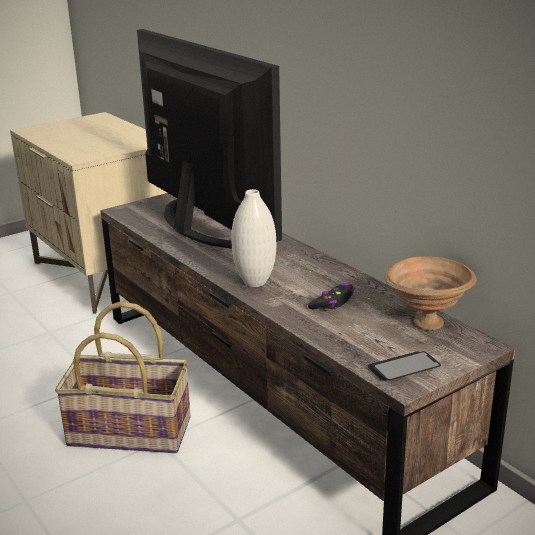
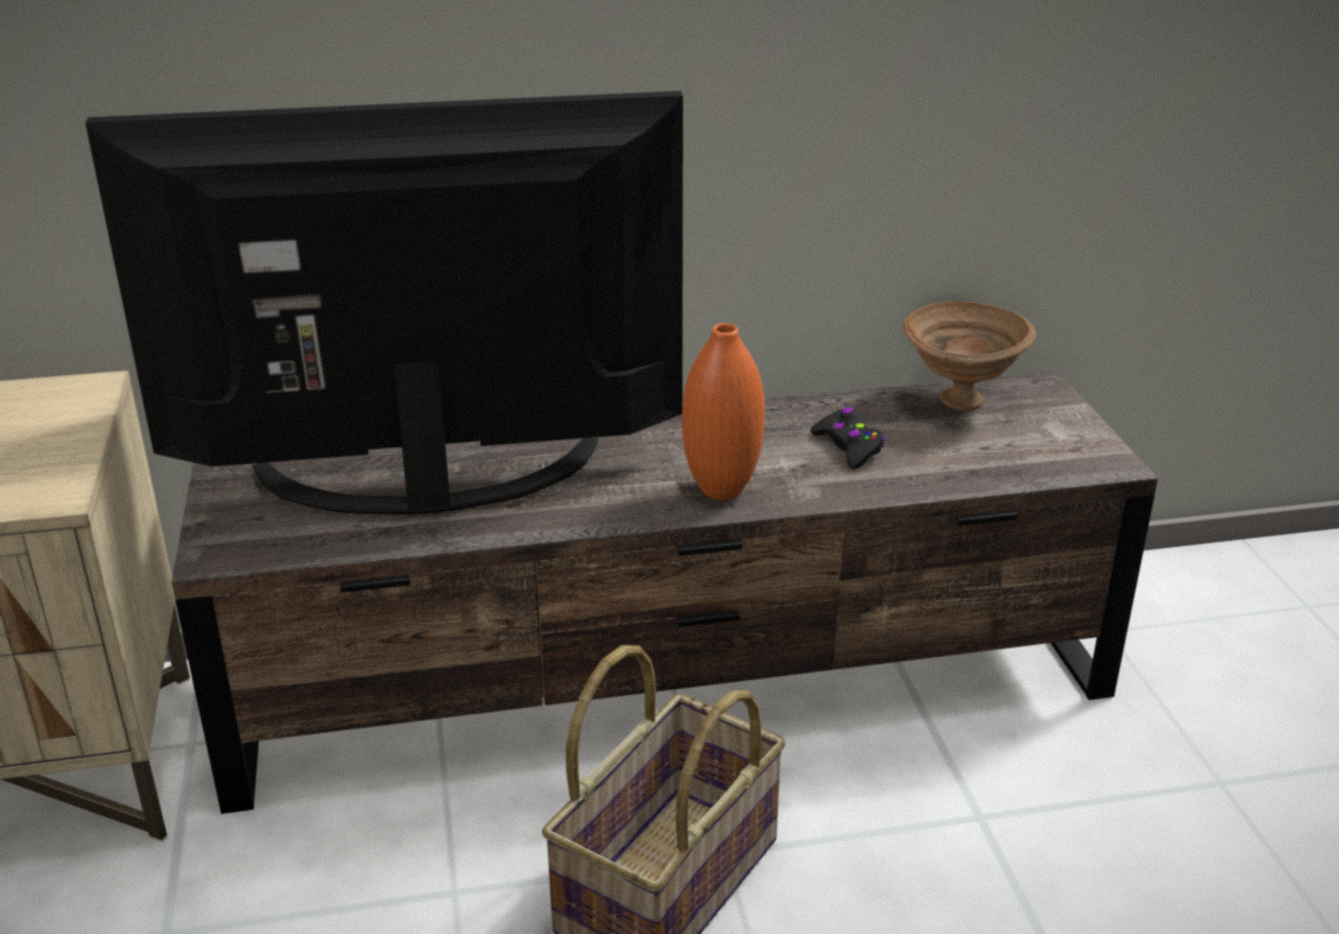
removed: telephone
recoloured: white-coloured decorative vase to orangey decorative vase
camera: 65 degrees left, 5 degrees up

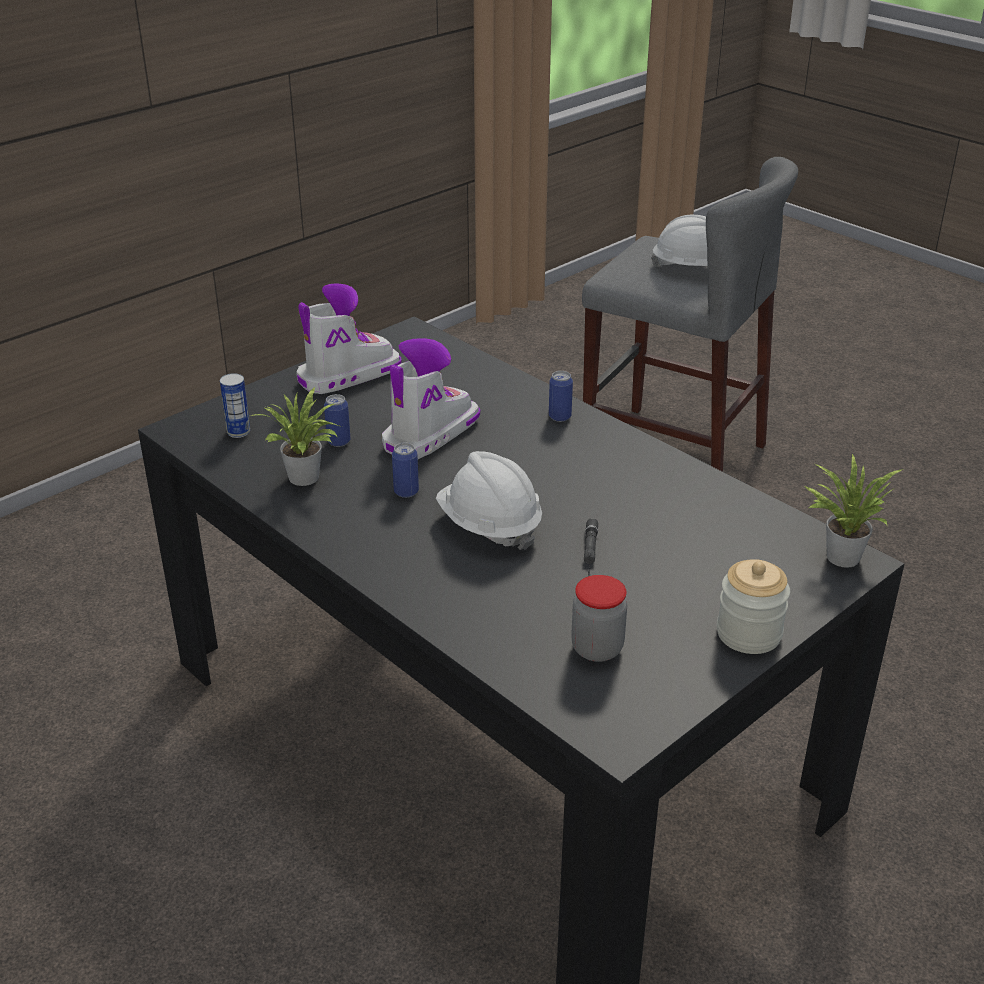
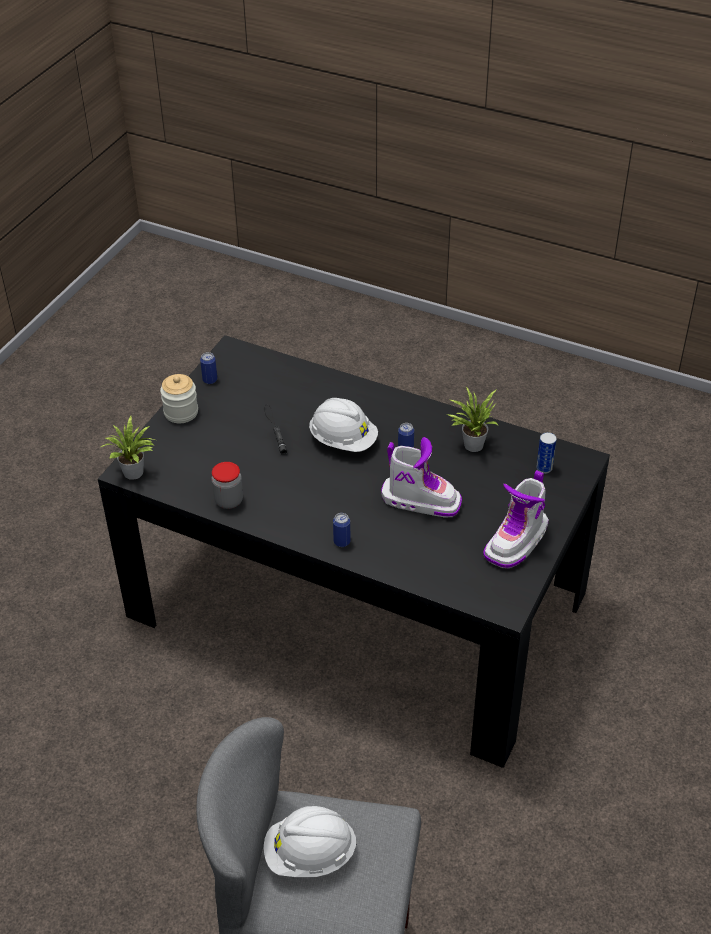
moved: sealed can (2nd from left in the first image) to sealed can (1st from left); jar (1st from left in the first image) to jar (2nd from left)
turned: high-top boot (2nd from left in the first image) 90 degrees counterclockwise
camera: 160 degrees right, 10 degrees up

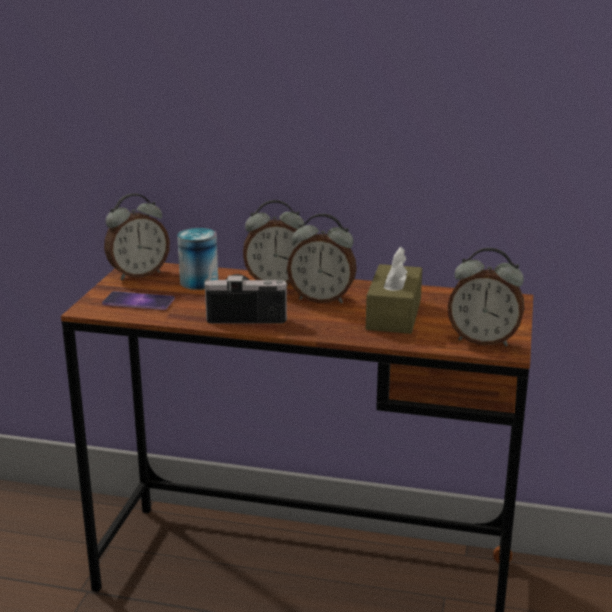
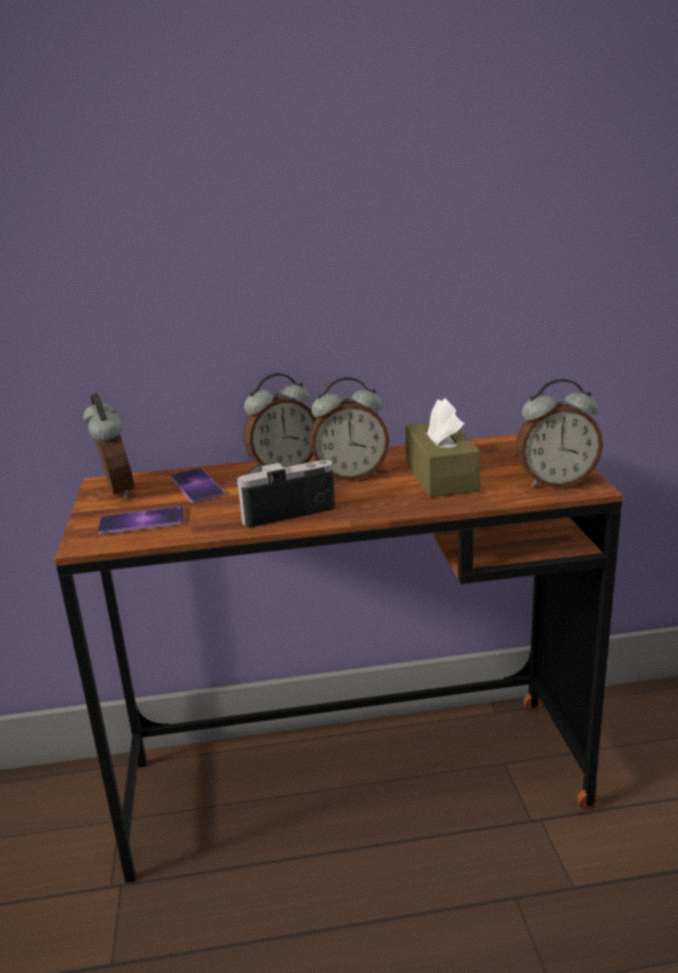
replaced: sealed can to telephone (2nd from left)
turned: table clock (1st from left) 60 degrees counterclockwise
camera: 20 degrees left, 0 degrees up

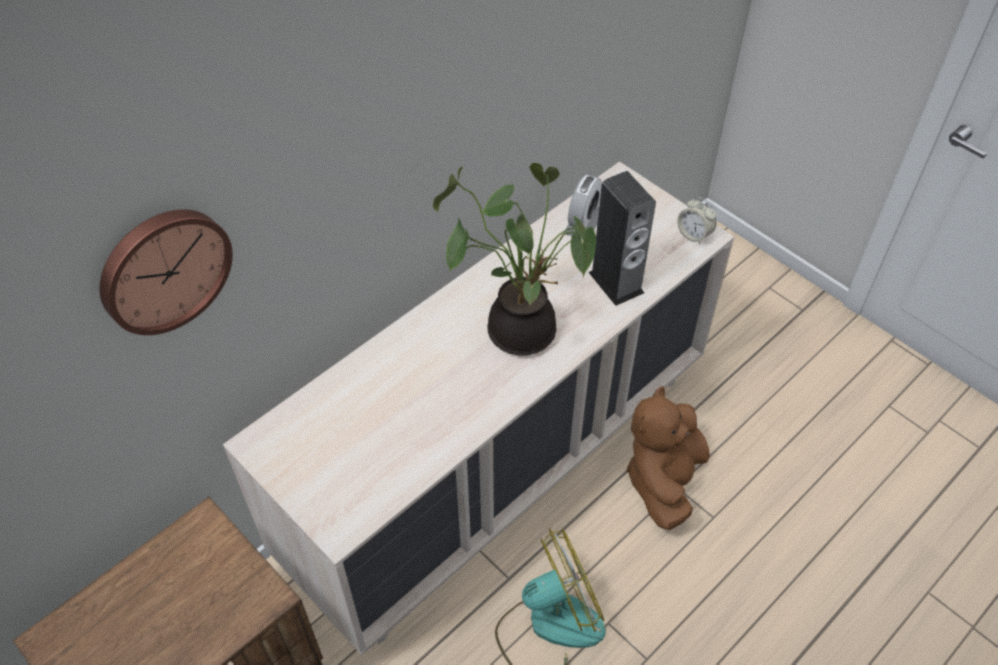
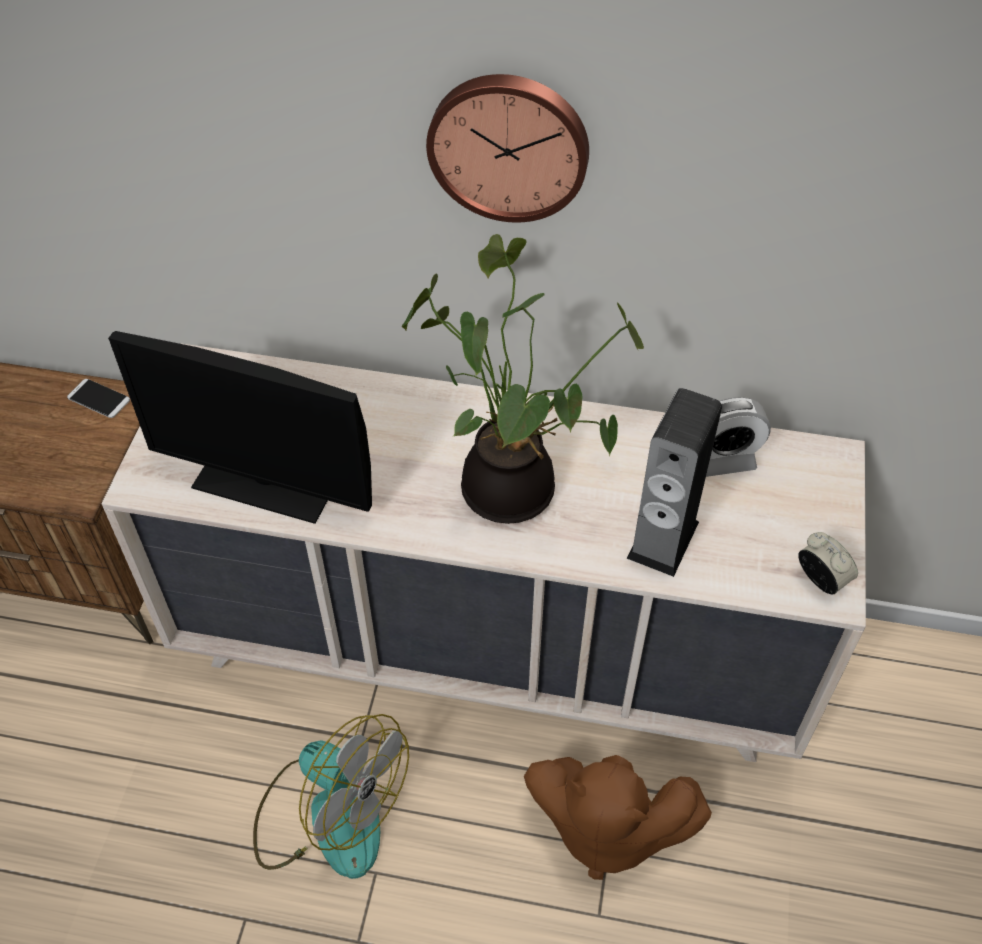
added: telephone; monitor
moved: wall clock
turned: brown plush toy 150 degrees counterclockwise; table clock (2nd from left) 135 degrees clockwise
camera: 55 degrees right, 0 degrees up

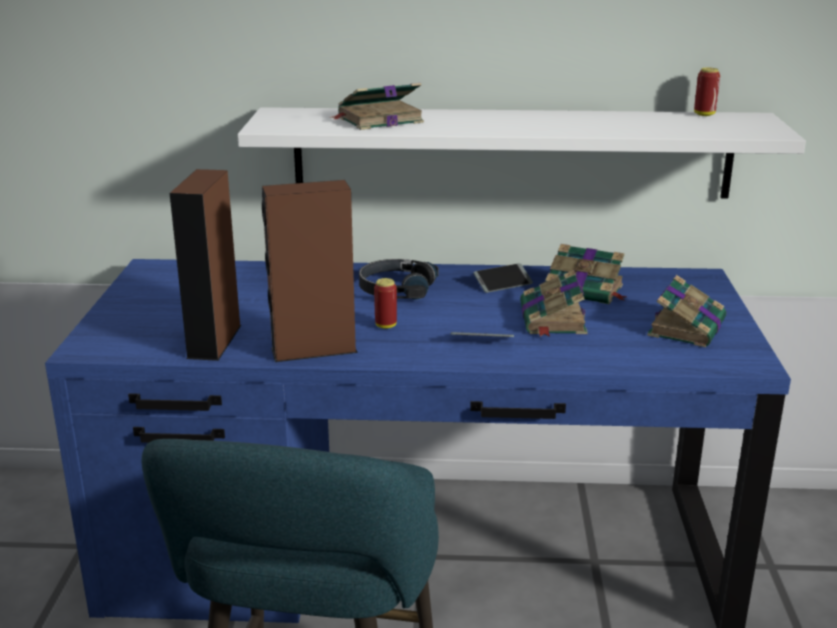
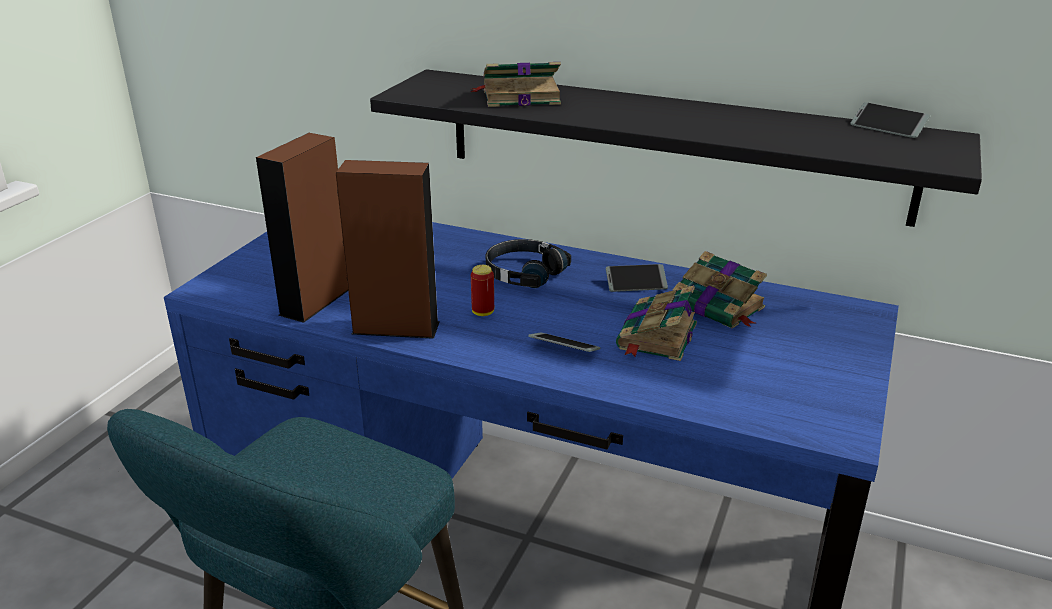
removed: volume (4th from left)
replaced: sealed can (2nd from left) to telephone (3rd from left)
recoloured: white-coloured bracket shelf to black-coloured bracket shelf
camera: 20 degrees right, 5 degrees up

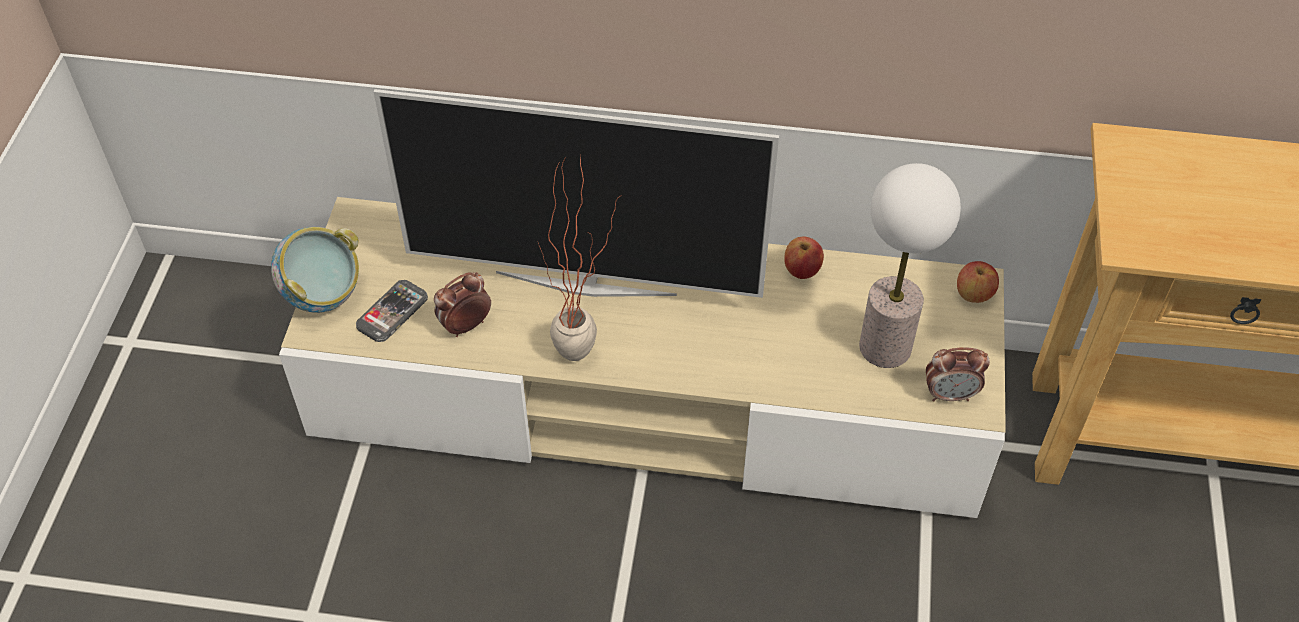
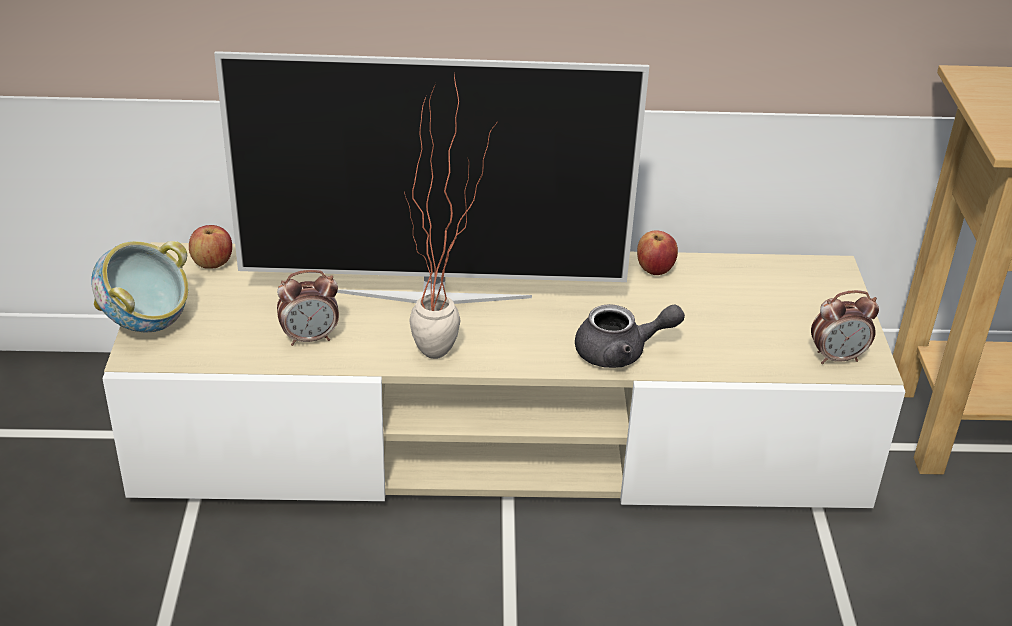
removed: telephone; table lamp
added: gray pot for tea
moved: whole apple (2nd from left in the first image) to whole apple (1st from left)
turned: table clock (1st from left) 150 degrees counterclockwise
camera: 10 degrees left, 15 degrees down

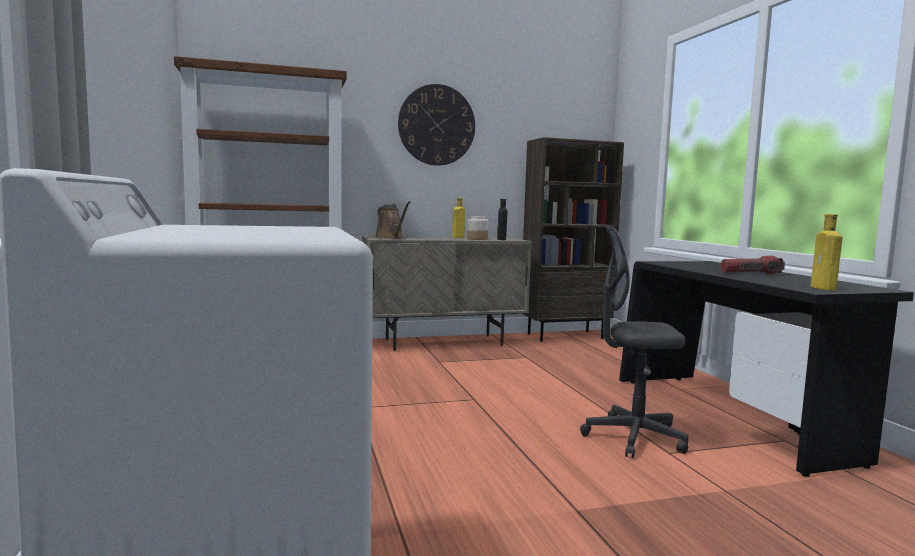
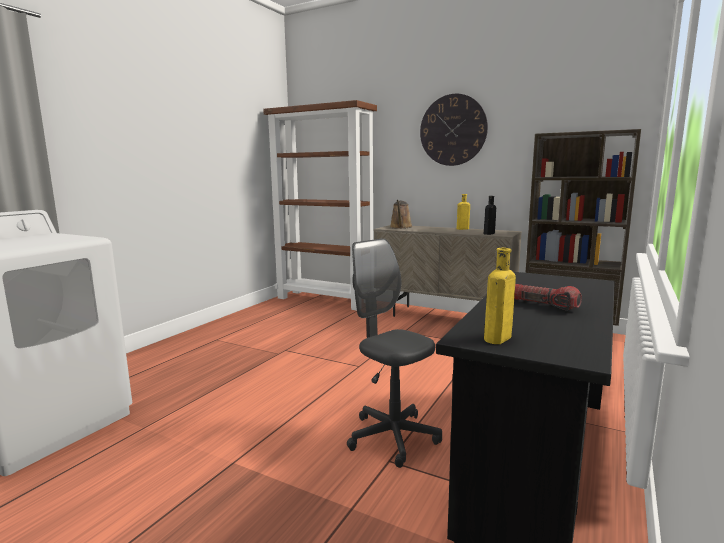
removed: jar
camera: 45 degrees right, 5 degrees up

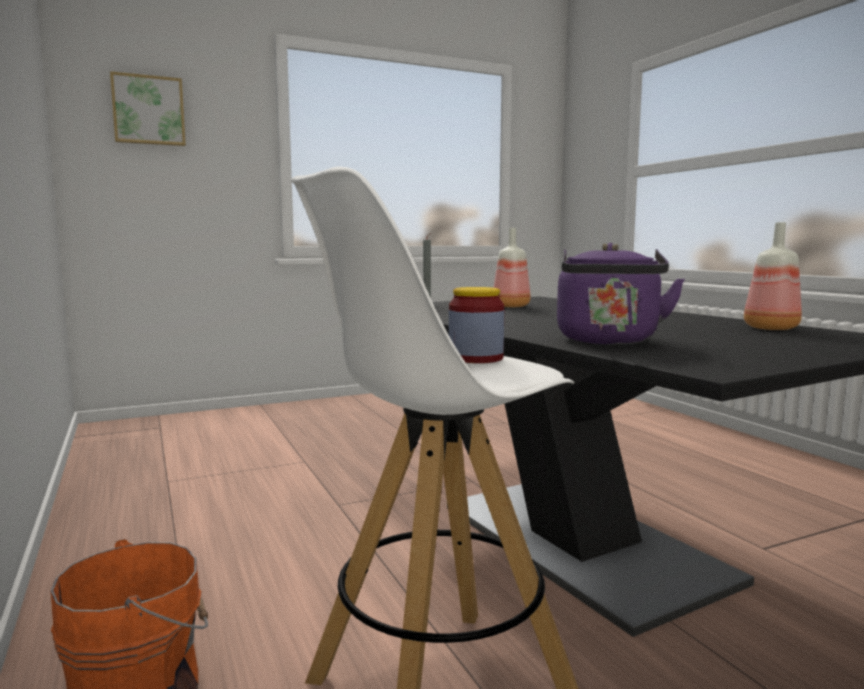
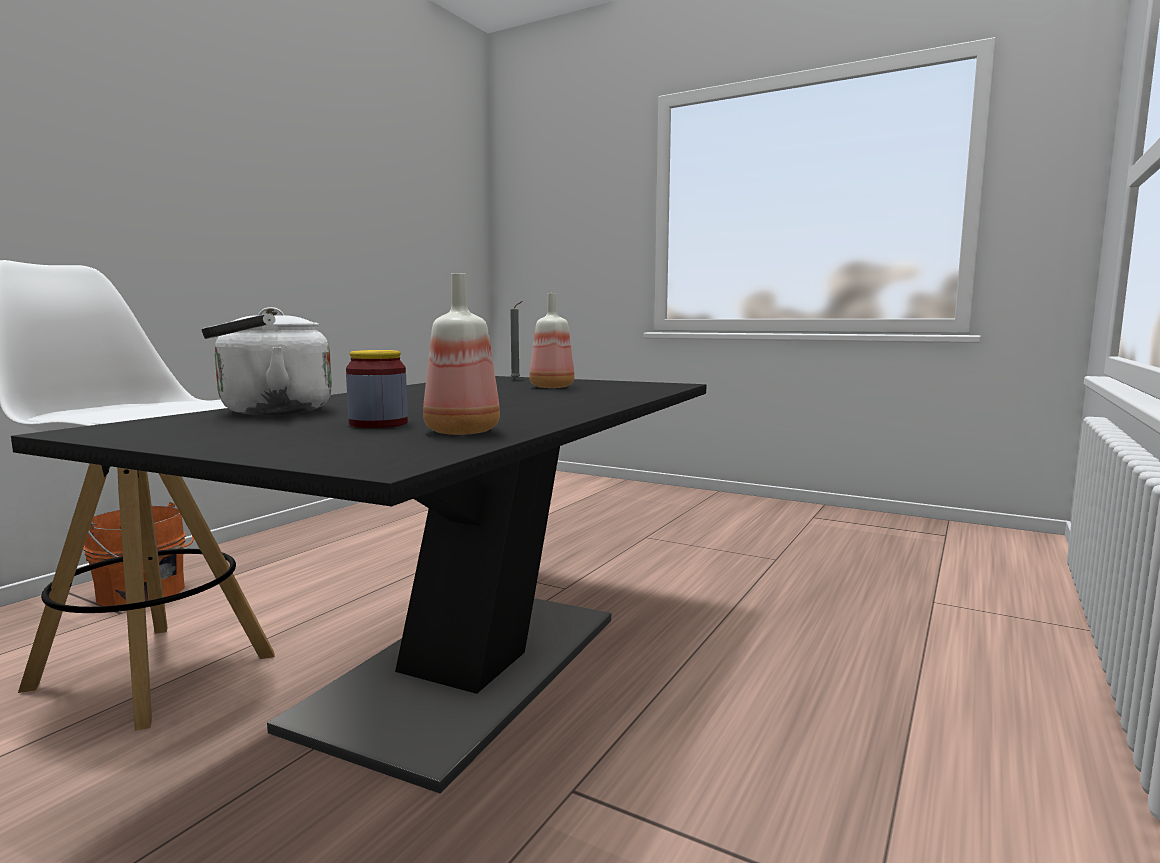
removed: wall art
moved: jar
recoloured: purple kettle to white-coloured kettle
camera: 55 degrees right, 0 degrees up

